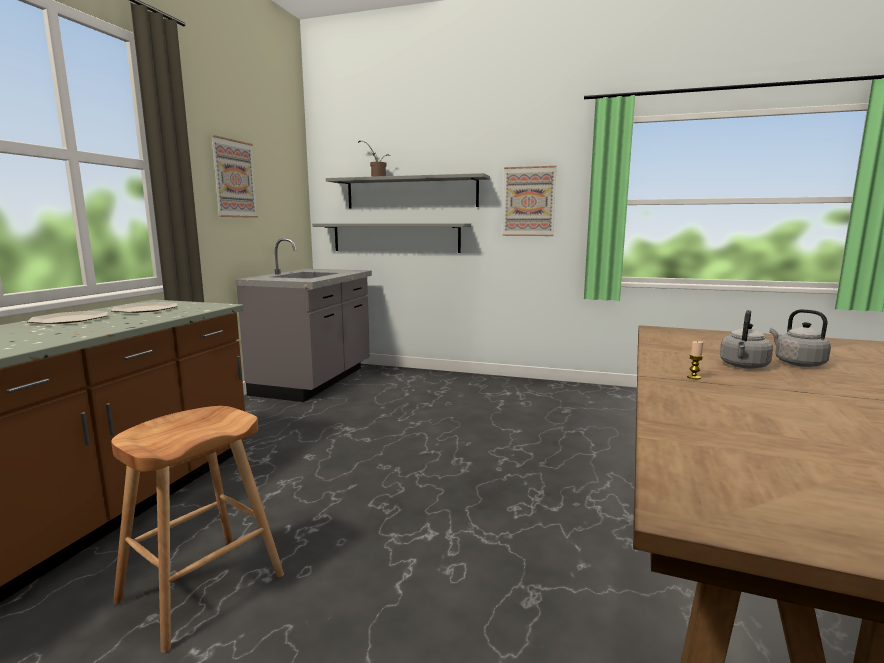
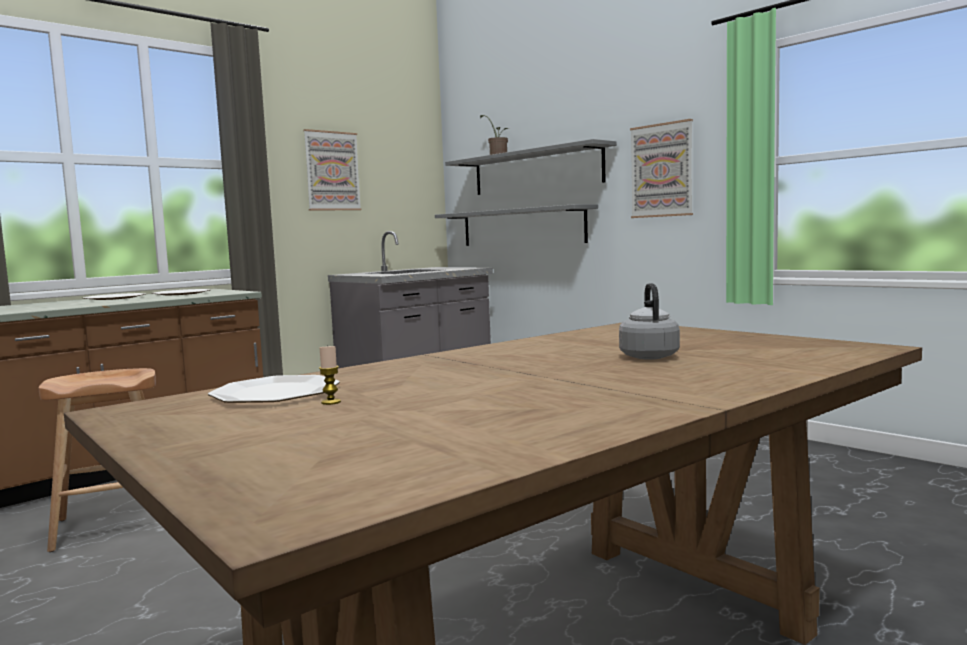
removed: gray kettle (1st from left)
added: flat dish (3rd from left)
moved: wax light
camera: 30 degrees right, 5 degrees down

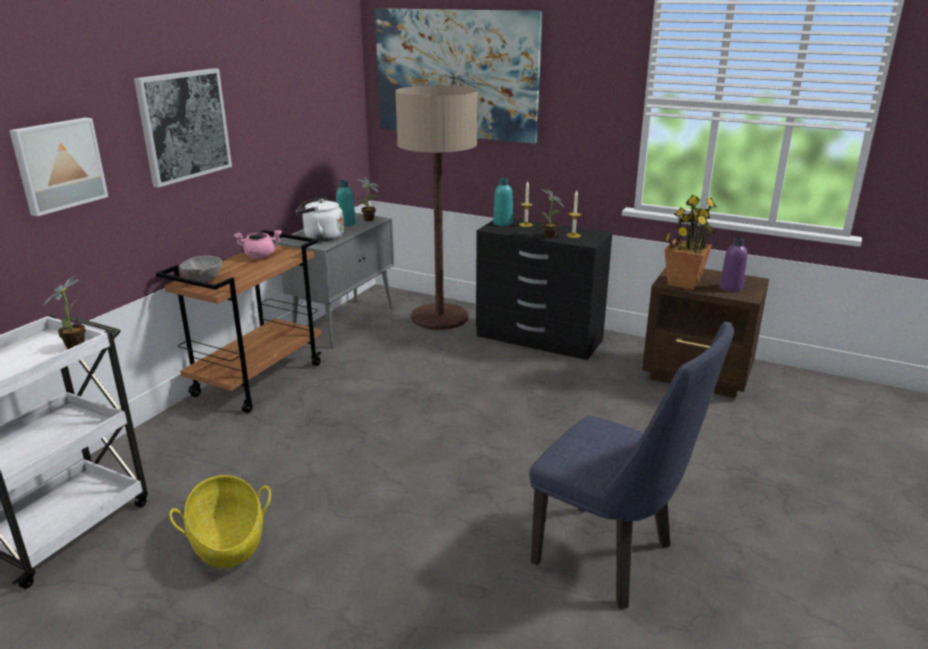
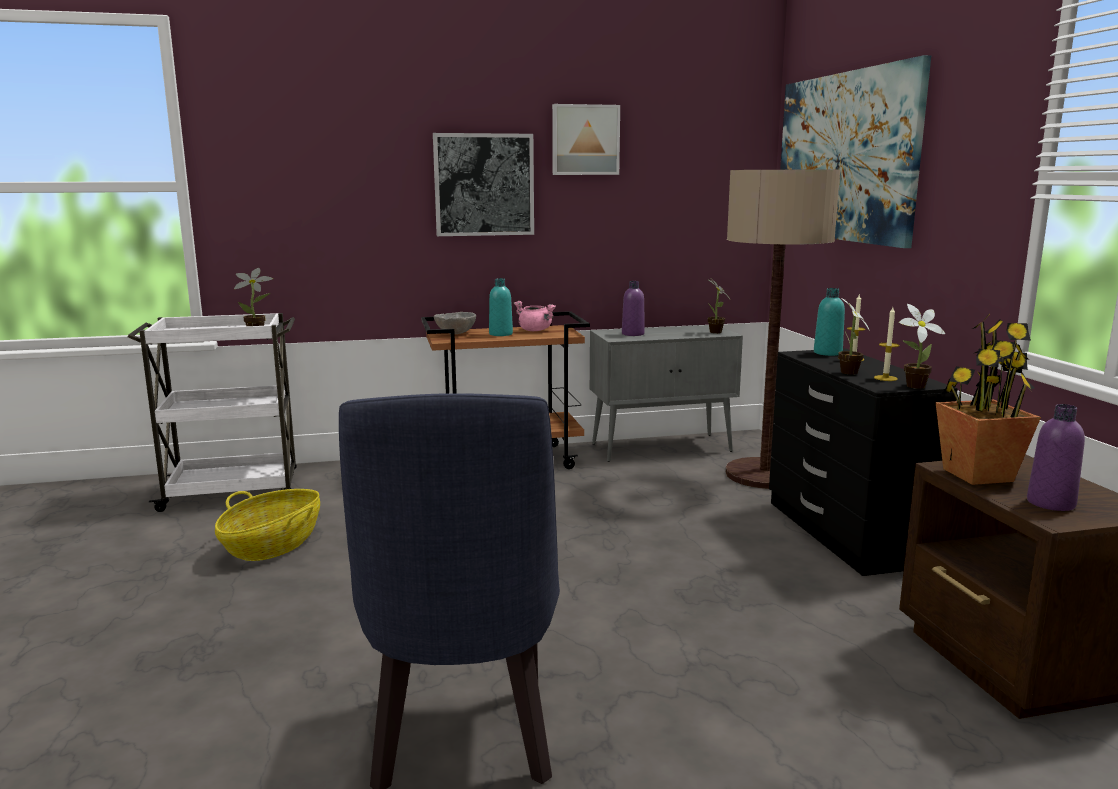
added: plant in a pot (4th from left)
moved: wall art (1st from left in the first image) to wall art (2nd from left); blue-green bottle (1st from left)
replaced: white-coloured kettle to purple bottle (1st from left)
camera: 50 degrees right, 10 degrees down

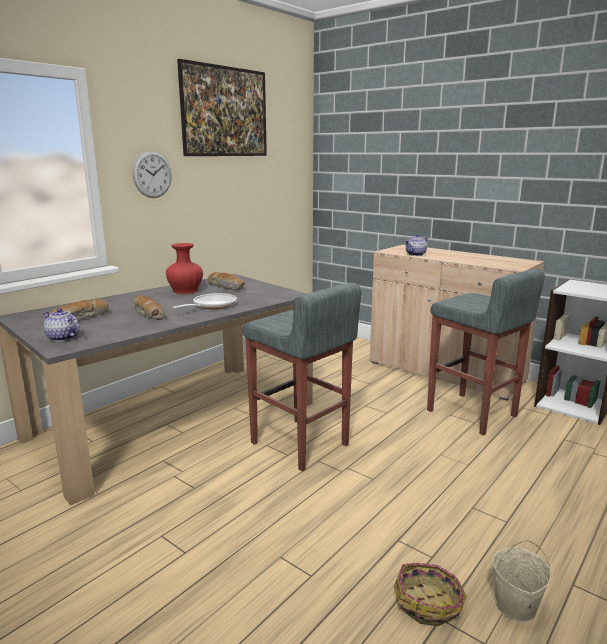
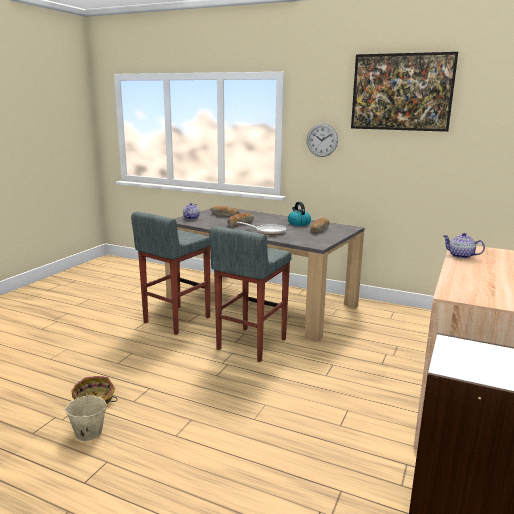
moved: gray stool seat (2nd from left in the first image) to gray stool seat (1st from left)
replaced: red decorative vase to kettle
camera: 75 degrees right, 0 degrees up

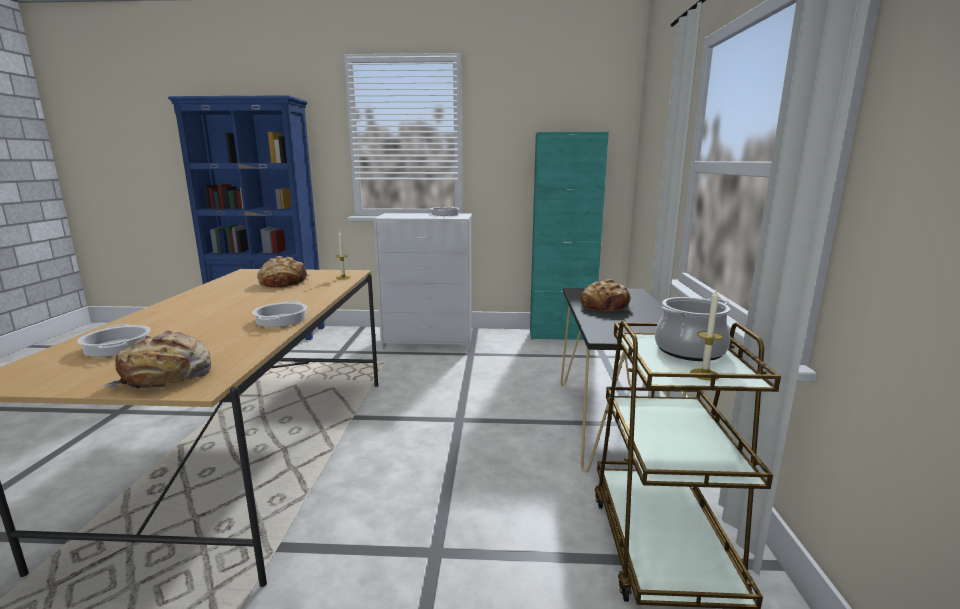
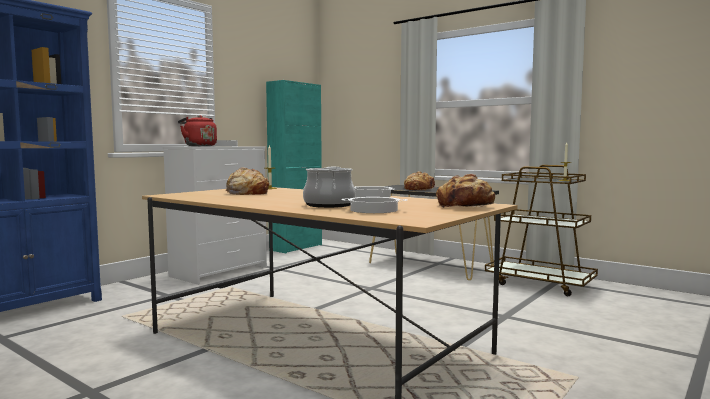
added: red kettle
moved: cooking pot (4th from left in the first image) to cooking pot (2nd from left)
camera: 55 degrees left, 10 degrees down

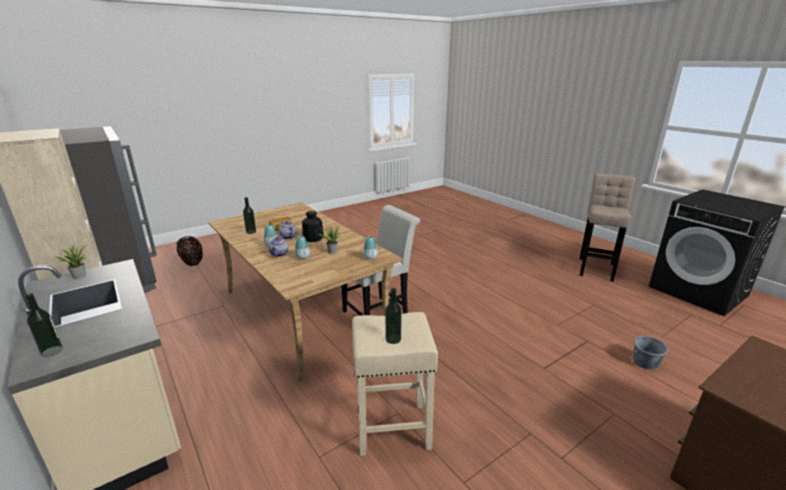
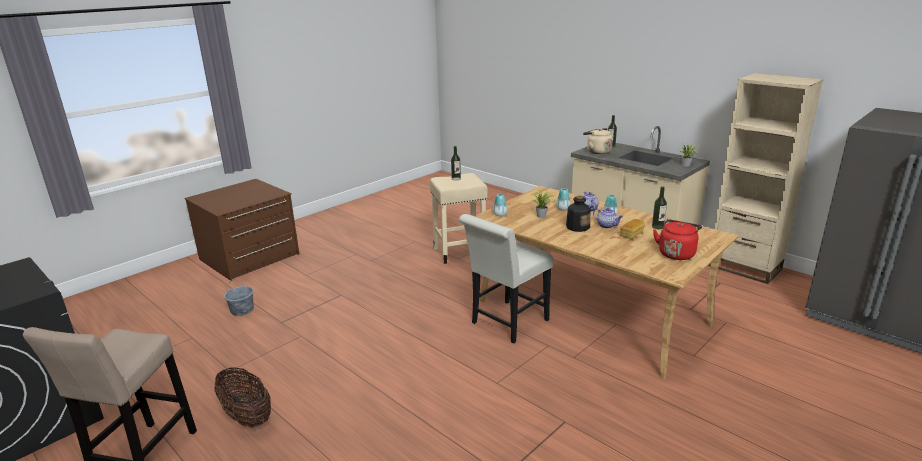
added: beige-coloured kettle; red kettle
moved: storage basket
camera: 170 degrees right, 0 degrees up

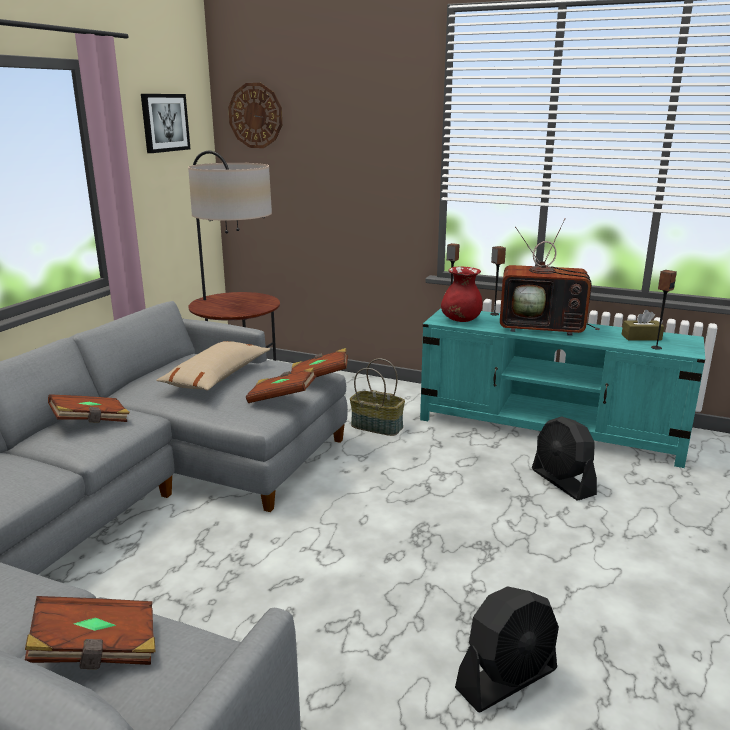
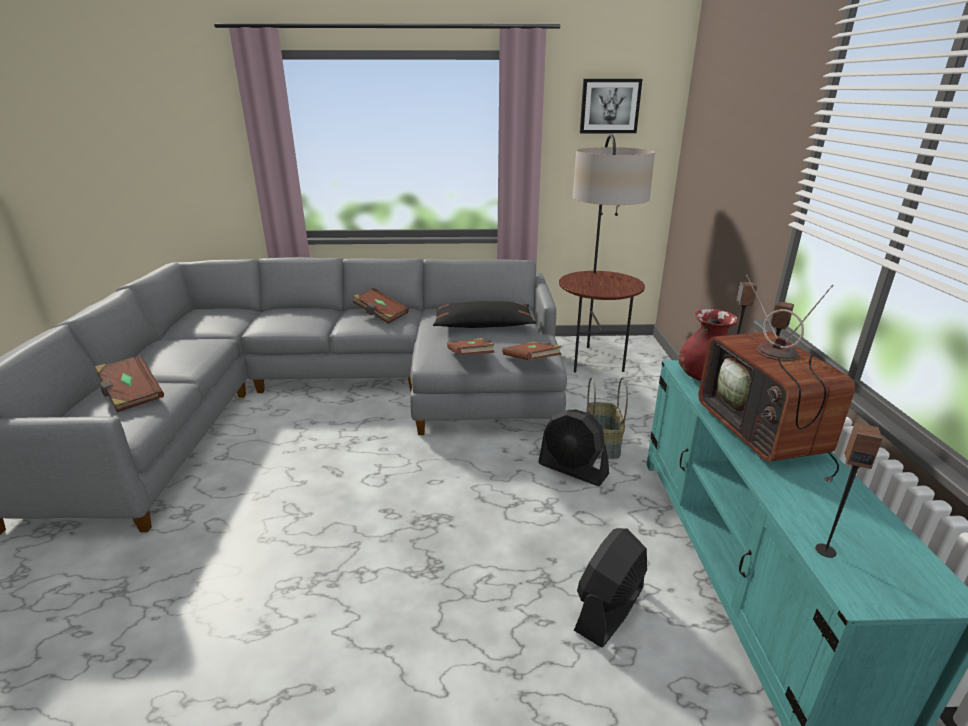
removed: wall clock; brown tissue holder
moved: black-coloured fan (1st from left)
recoloured: beige-coloured throw pillow to black-coloured throw pillow
camera: 65 degrees right, 5 degrees up

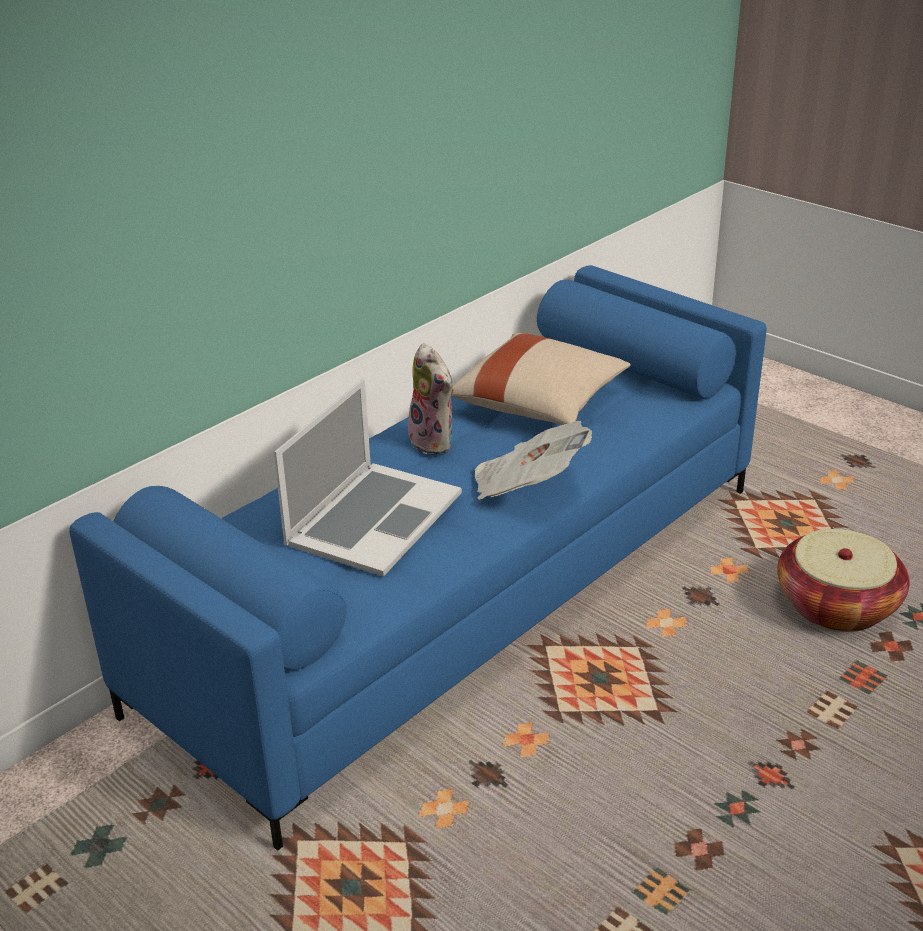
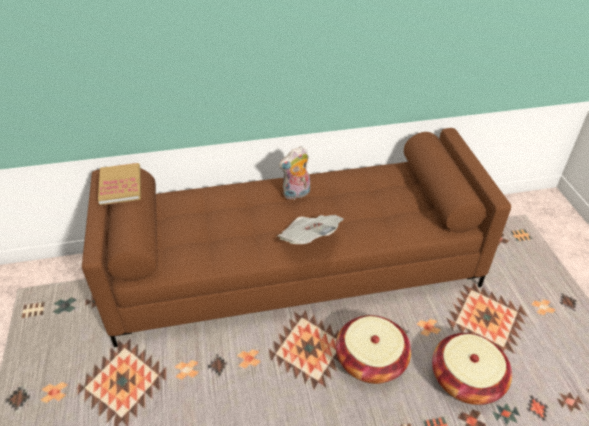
removed: portable computer; beige-coloured throw pillow
added: volume; storage basket (1st from left)
recoloured: bluish couch to brown couch
turned: plush toy 60 degrees clockwise
camera: 35 degrees right, 10 degrees up

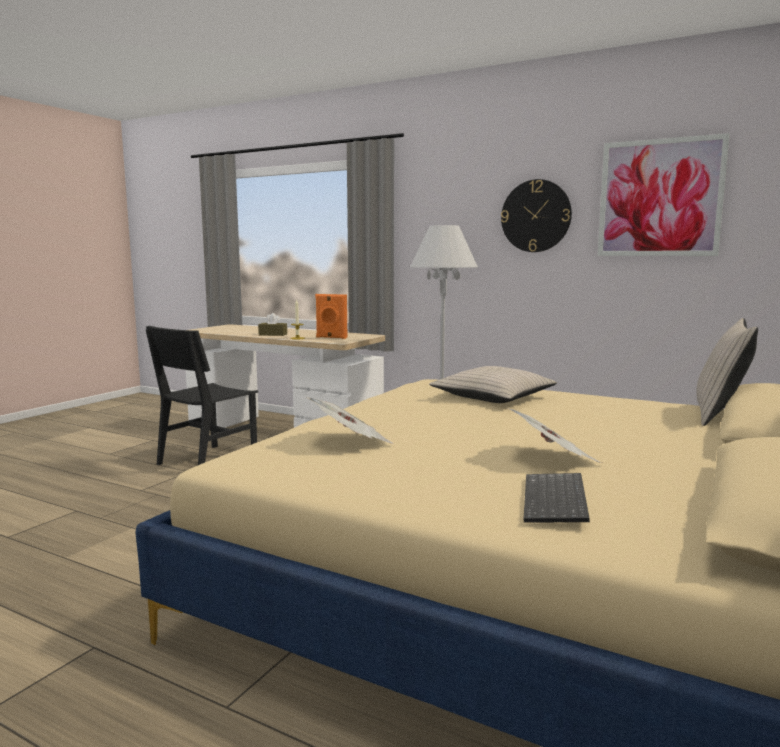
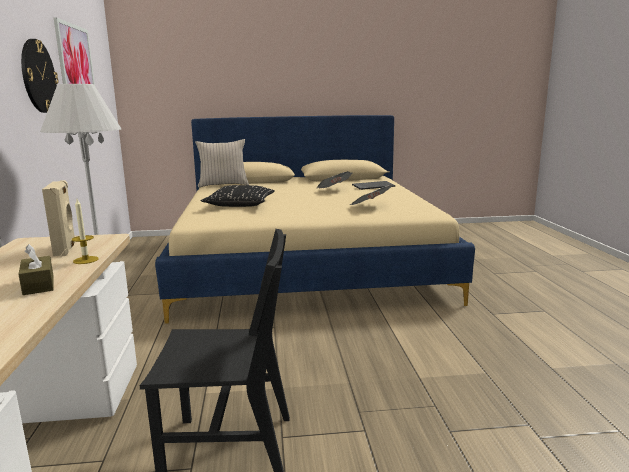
recoloured: orangey speaker to beige-coloured speaker; beige-coloured throw pillow (1st from left) to black-coloured throw pillow
camera: 125 degrees left, 5 degrees up

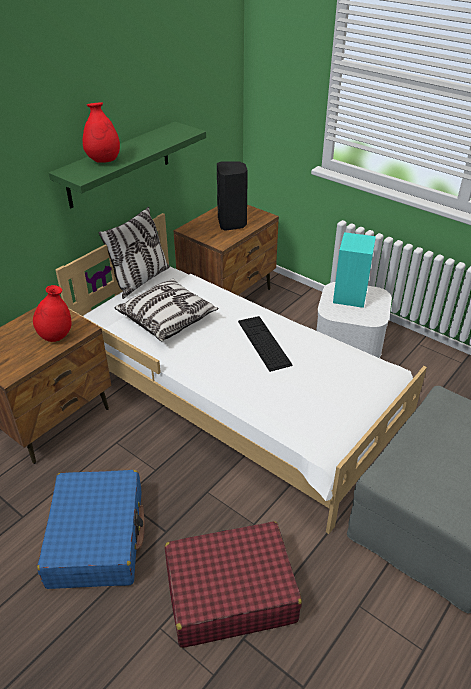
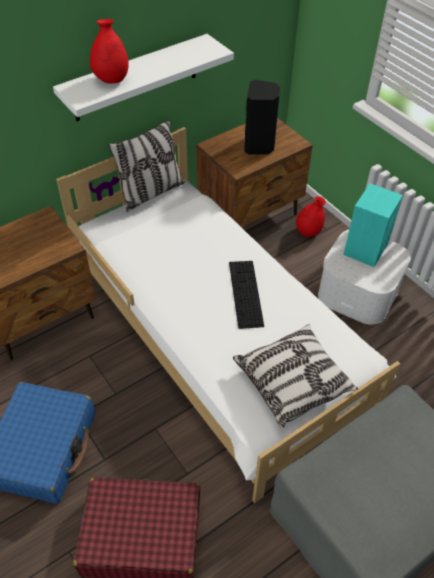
moved: red decorative vase (1st from left in the first image) to red decorative vase (2nd from left); throw pillow (2nd from left)
recoloured: green bracket shelf to white-coloured bracket shelf
camera: 15 degrees right, 10 degrees up

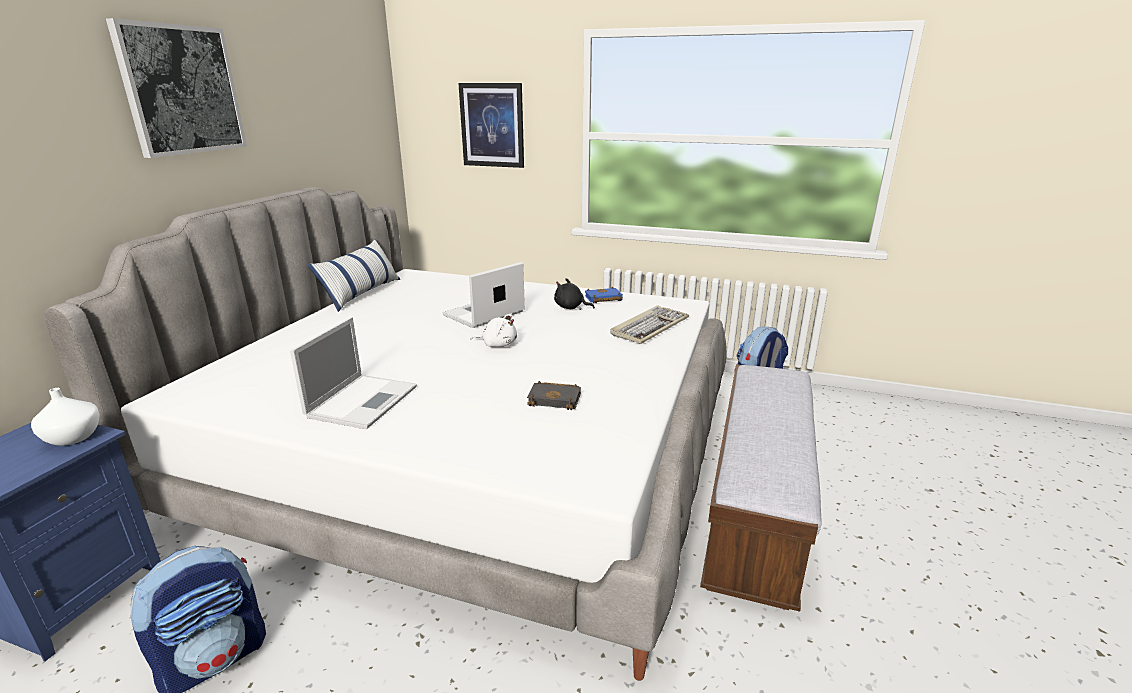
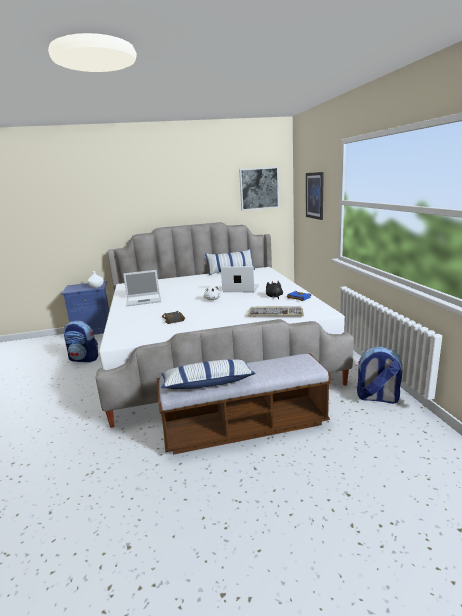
added: throw pillow (1st from left)
moved: wall art (1st from left)
camera: 60 degrees right, 5 degrees down

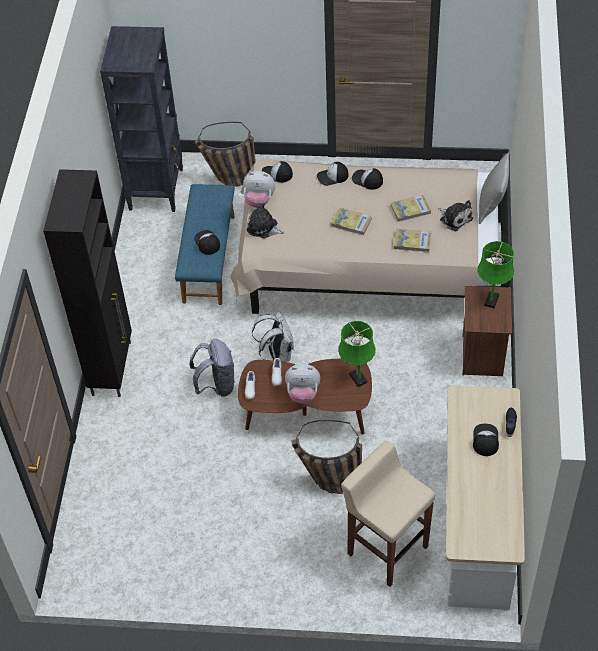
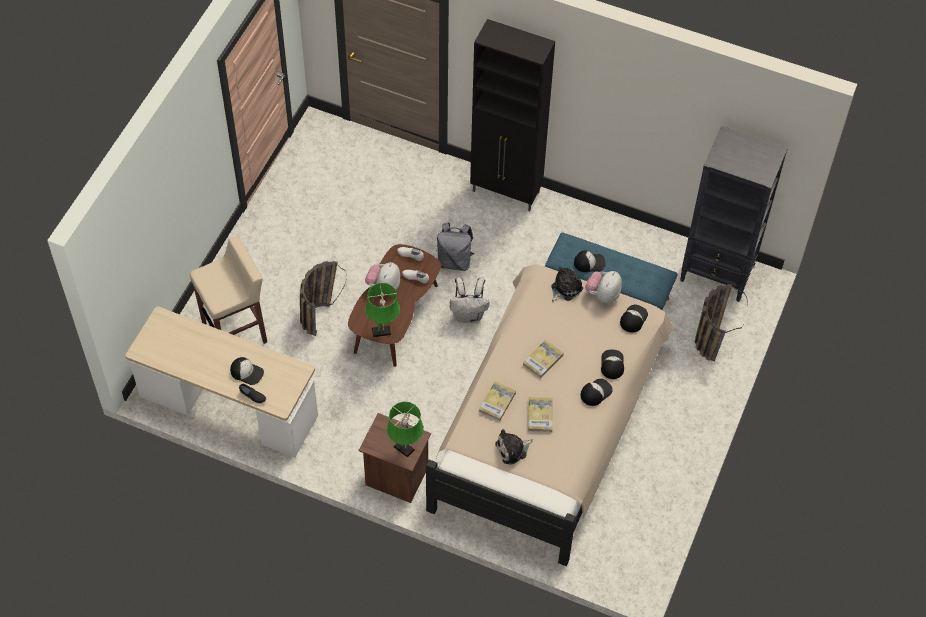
removed: gray throw pillow
camera: 105 degrees right, 5 degrees up

